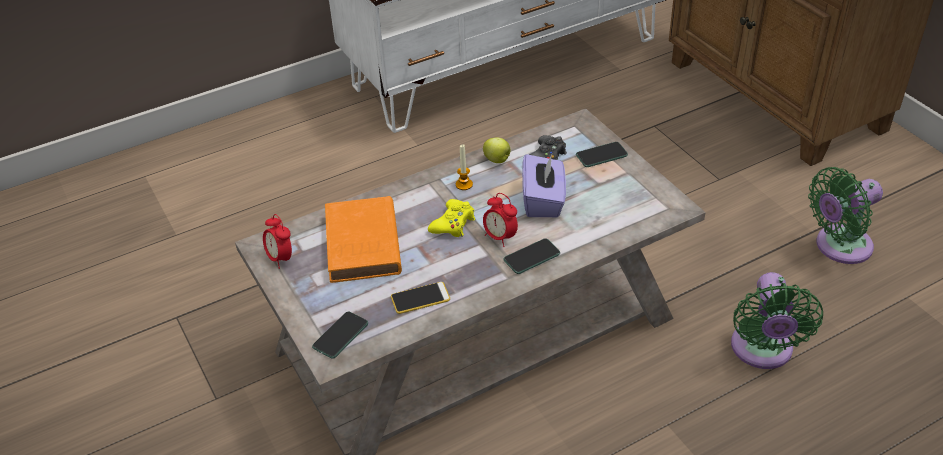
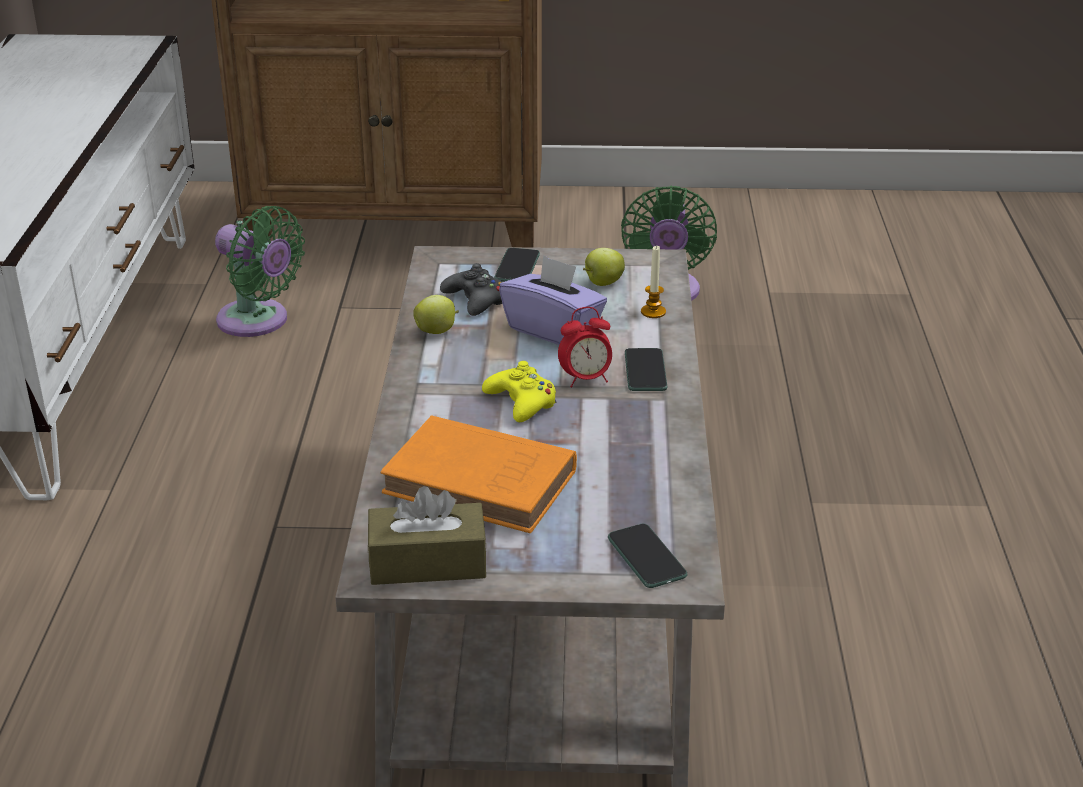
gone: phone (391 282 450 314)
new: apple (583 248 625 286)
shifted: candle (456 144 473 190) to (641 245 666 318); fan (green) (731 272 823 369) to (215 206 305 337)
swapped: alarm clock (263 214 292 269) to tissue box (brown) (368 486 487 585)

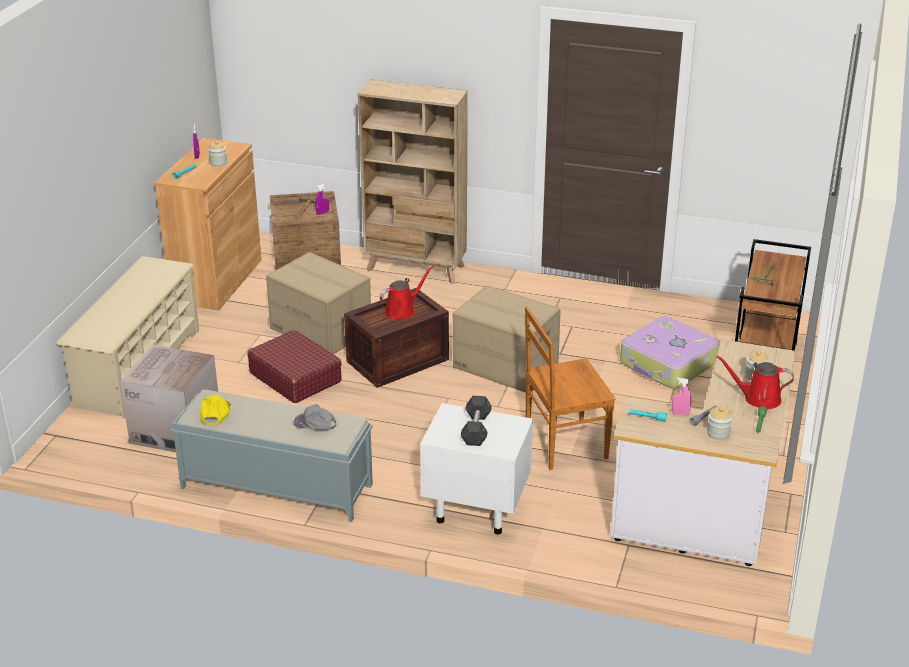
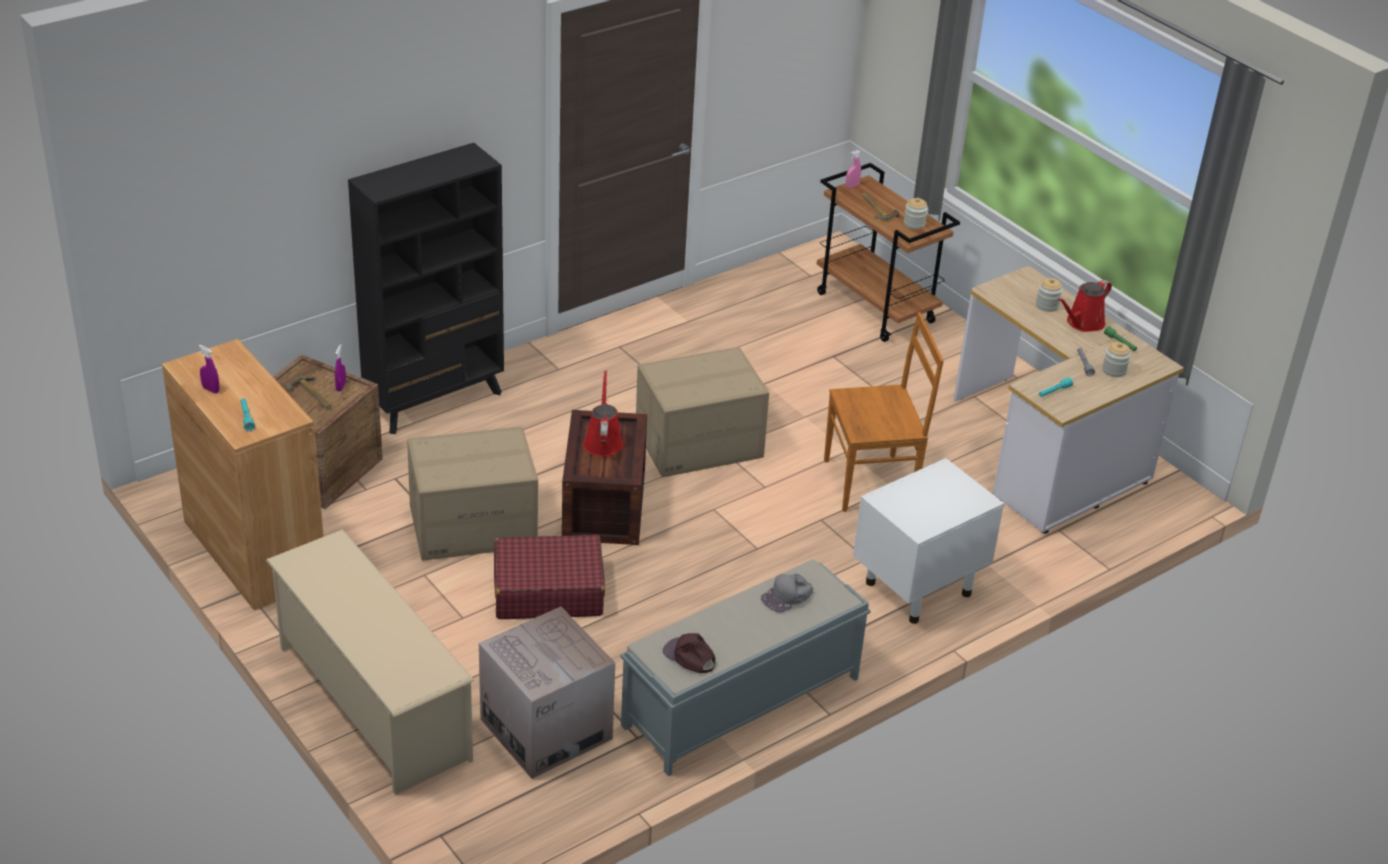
gone: dumbbell (grey) (461 396 492 446); suitcase (620 316 719 389)
shifted: jar (208 141 227 167) to (904 198 928 229); spray bottle (pink) (672 377 691 416) to (845 150 861 188)
repainted: cap (yellow) (200 395 231 425) to cap (brown) (663 633 715 673); bookcase (beige) (358 79 468 284) to bookcase (black) (348 143 504 434)
rotated: chair (brown) (525 306 615 470) = (824 312 944 512) 120 degrees counterclockwise

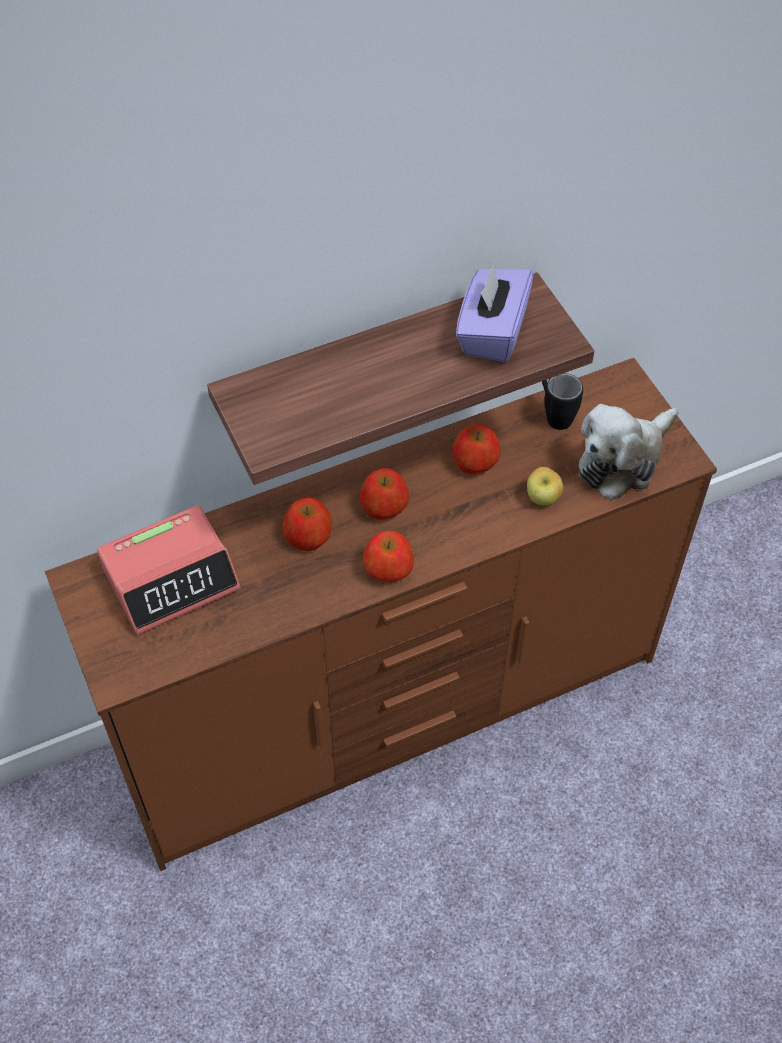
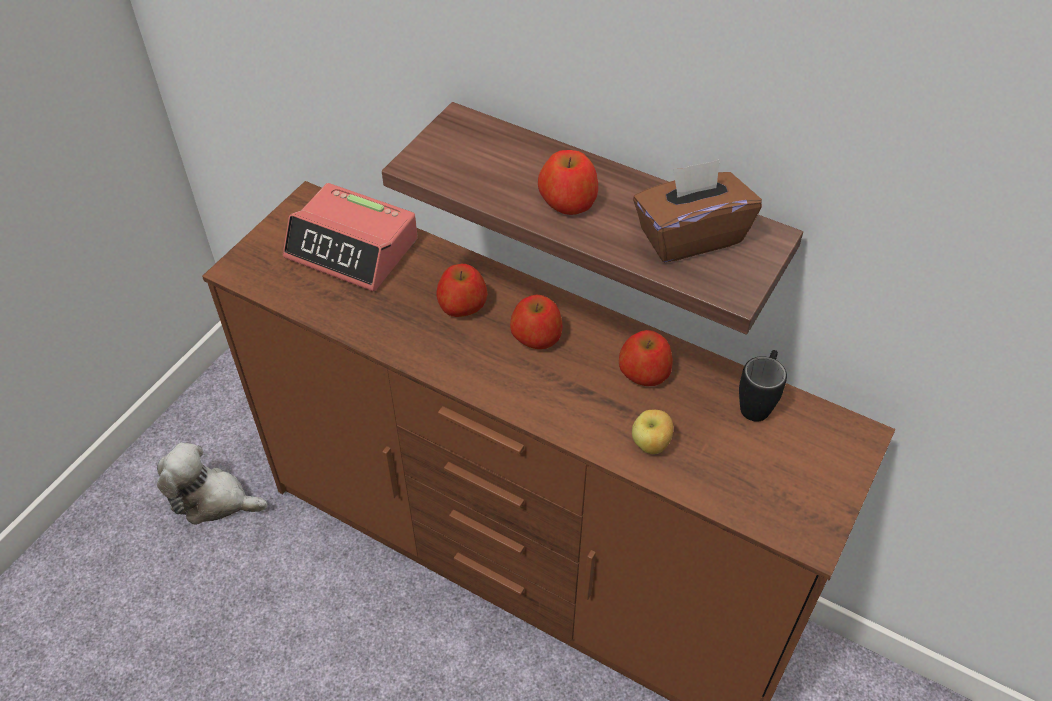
shifted: apple (363 531 414 582) to (538 150 598 215); plush toy (579 404 678 500) to (157 443 268 525)
repainted: tissue box (purple) (456 265 534 362) to tissue box (brown) (633 159 762 262)

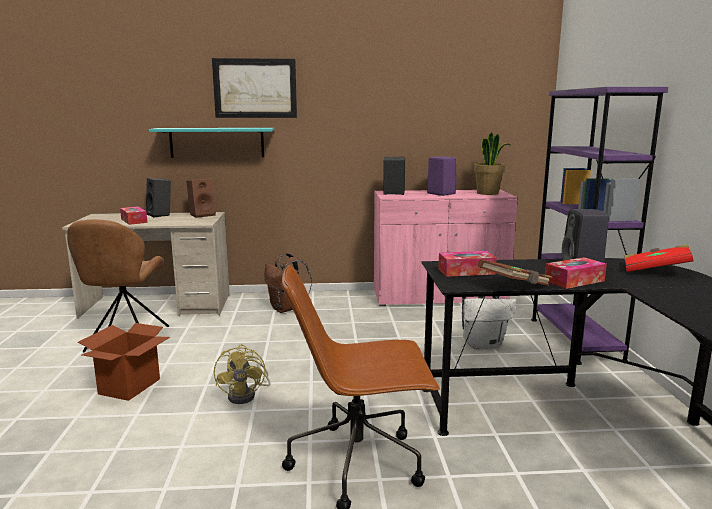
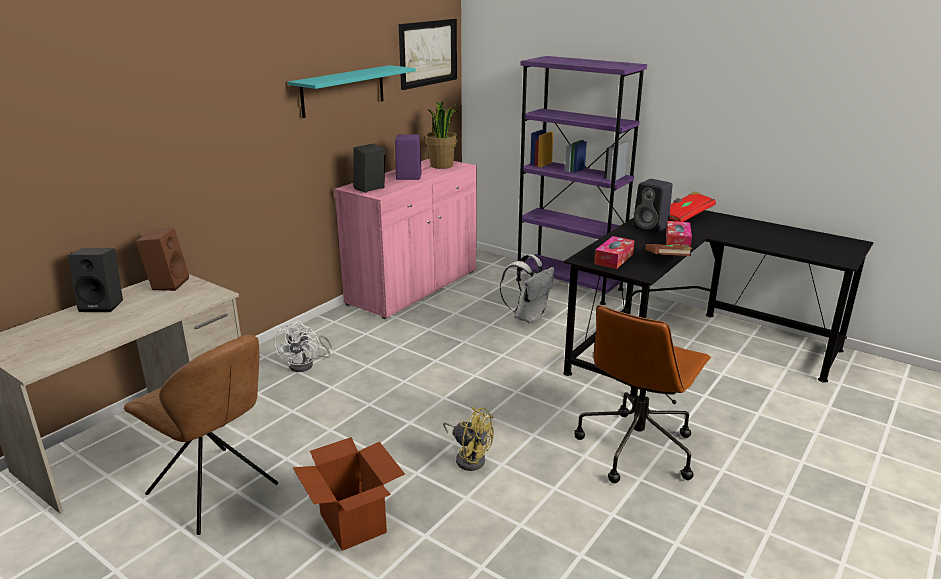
gone: tissue box (120 206 148 225)
shifted: shelf (turquoise) (149 128 274 158) to (288 65 416 118); picture (212 58 297 118) to (399 19 457 90)
swapped: backpack (brown) (265 253 312 313) to fan (white) (274 321 332 372)

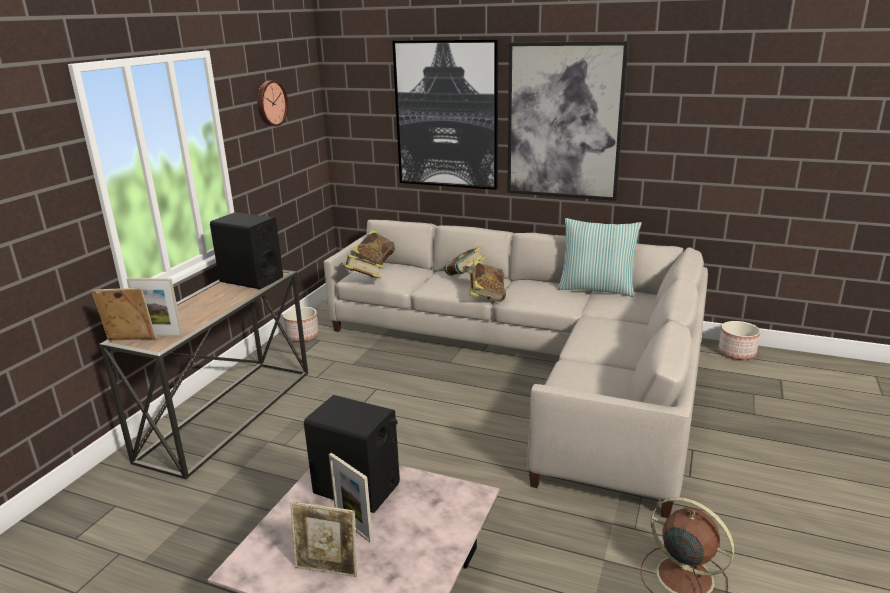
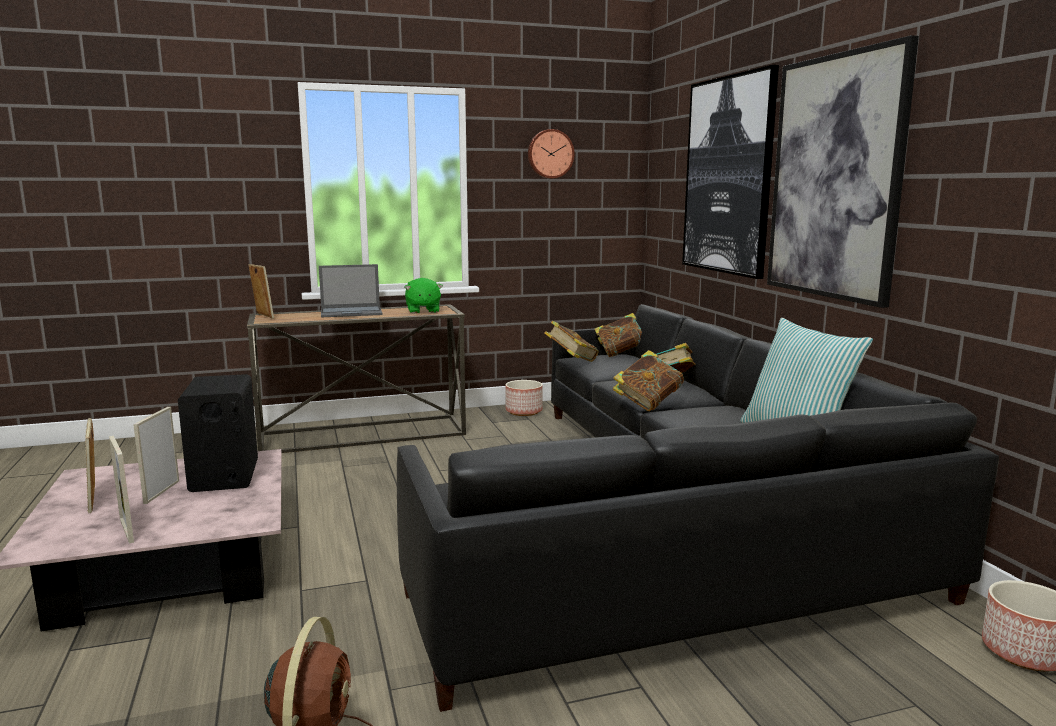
new: laptop (319 264 383 318)
shifted: picture frame (126 278 183 336) to (109 436 134 544)
swapped: speaker (black) (210 212 283 289) to plush toy (green) (405 278 443 314)
repainted: sofa (beige) (324 220 708 518) to sofa (black) (397 304 999 712)

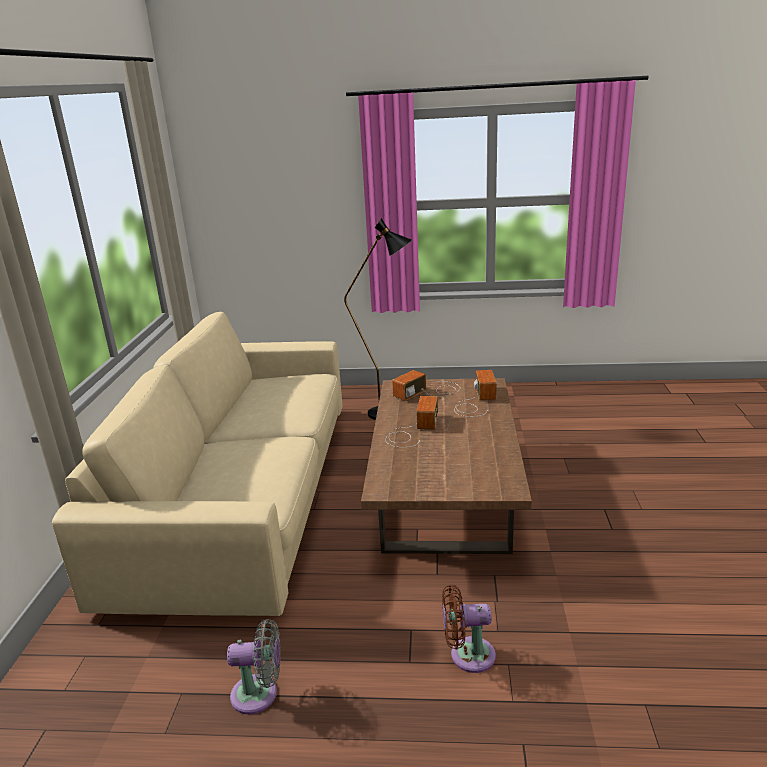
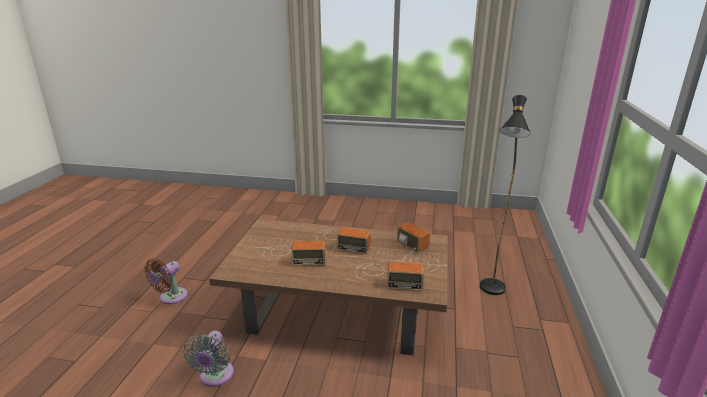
gone: sofa (beige) (52 312 342 616)
new: radio (264 241 325 266)
shifted: fan (grey) (227 619 281 714) to (183 331 234 387)
rotated: fan (brown) (442 585 496 673) = (144 258 188 304) 150 degrees counterclockwise

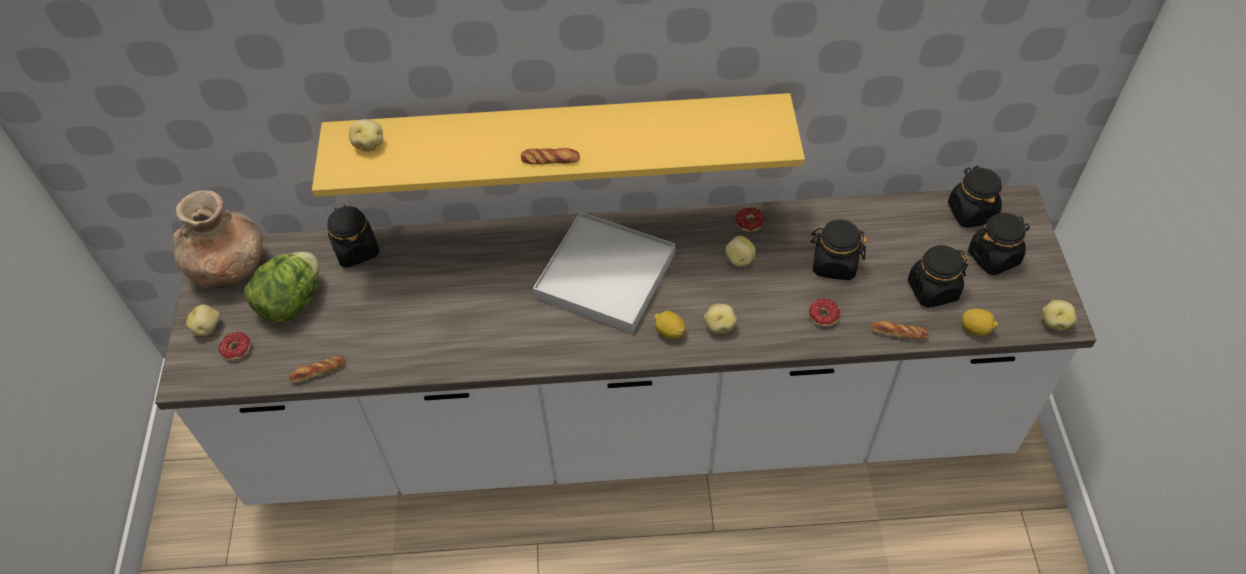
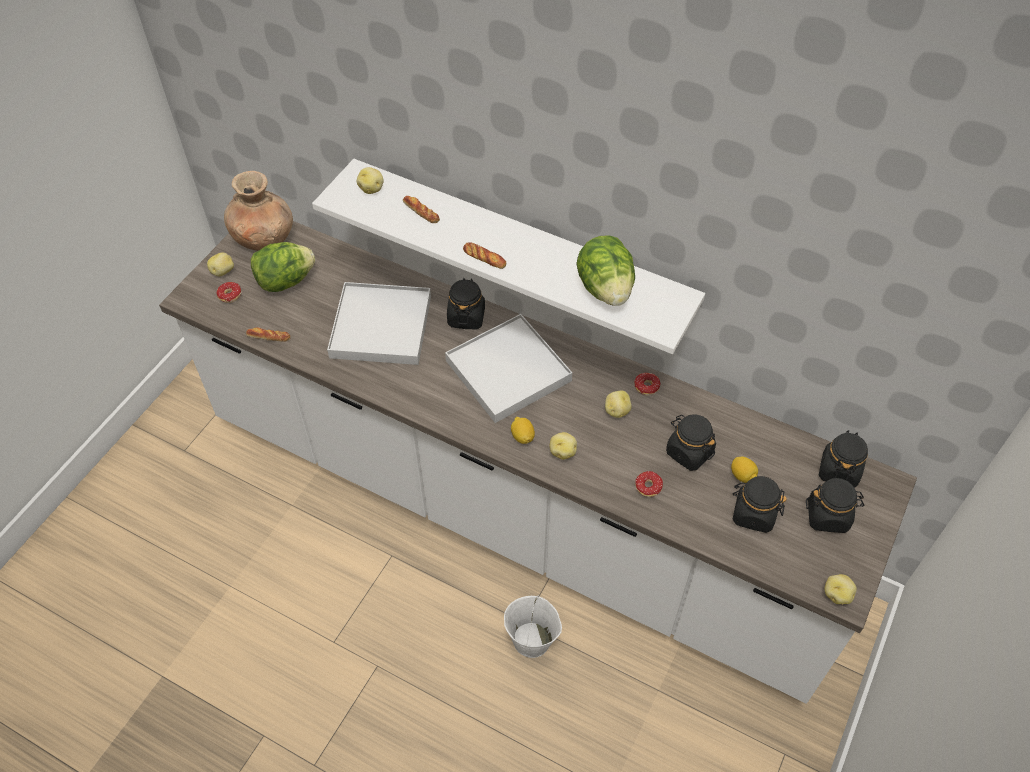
new: tray (white) (327 282 431 365); bucket (white) (504 596 562 658); lettuce (576 236 635 306)
shifted: jar (black) (327 205 380 268) to (447 278 485 330); bread (871 321 929 340) to (403 196 440 223); lemon (962 308 998 336) to (731 457 758 483)
repainted: shelf (yellow) (312 93 805 197) to shelf (white) (312 159 705 354)

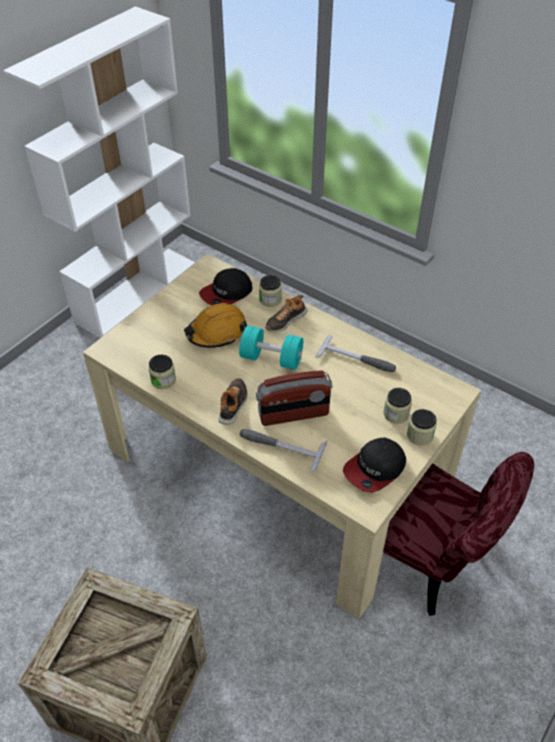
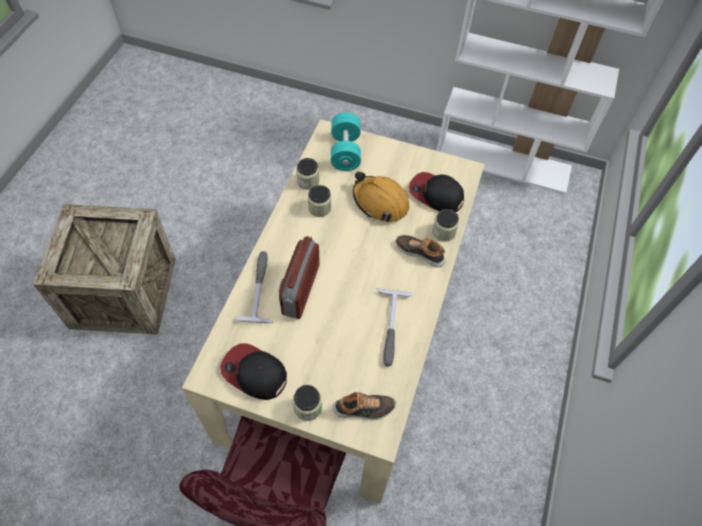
shifted: shoe (219 378 248 425) to (333 392 396 420); dumbbell (turquoise) (239 326 303 370) to (331 112 361 171); jar (383 388 412 424) to (308 185 331 217)
rotated: radio (256 370 332 426) = (279 236 320 319) 45 degrees clockwise

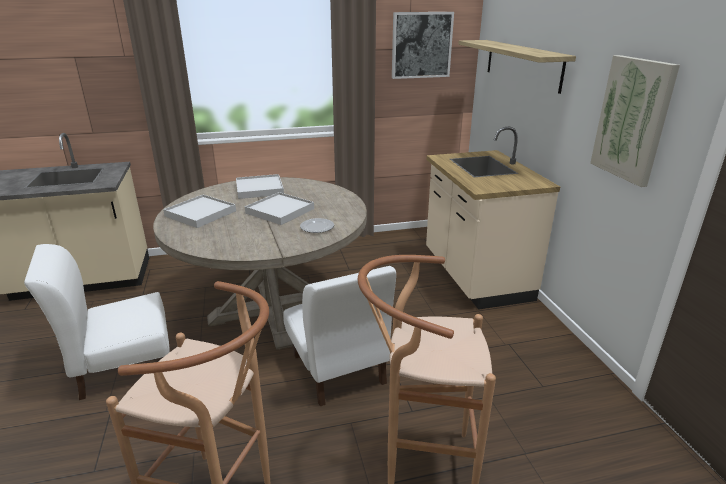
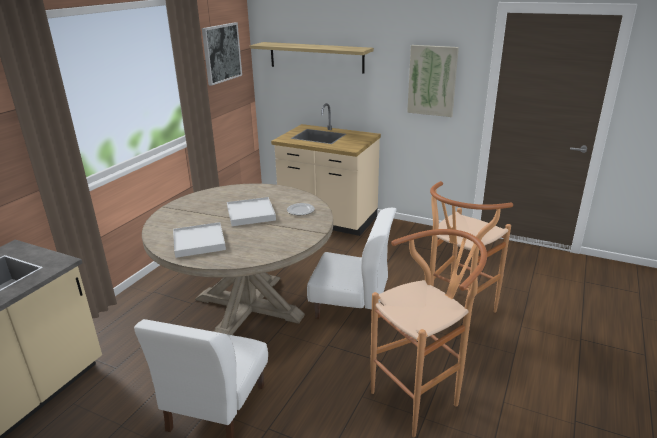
gone: tray (white) (236 174 284 199)

